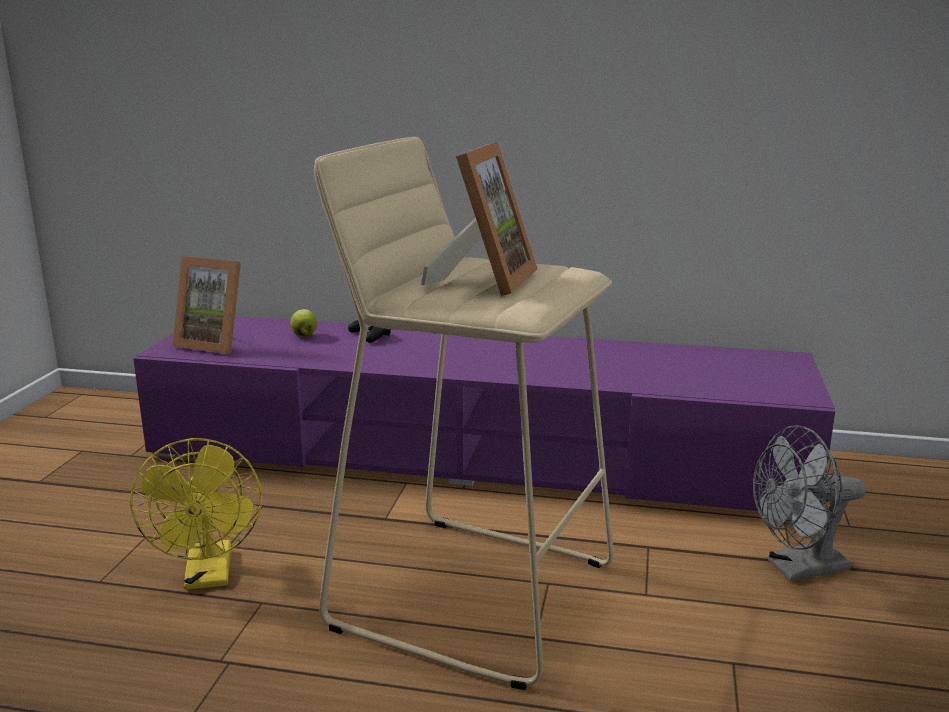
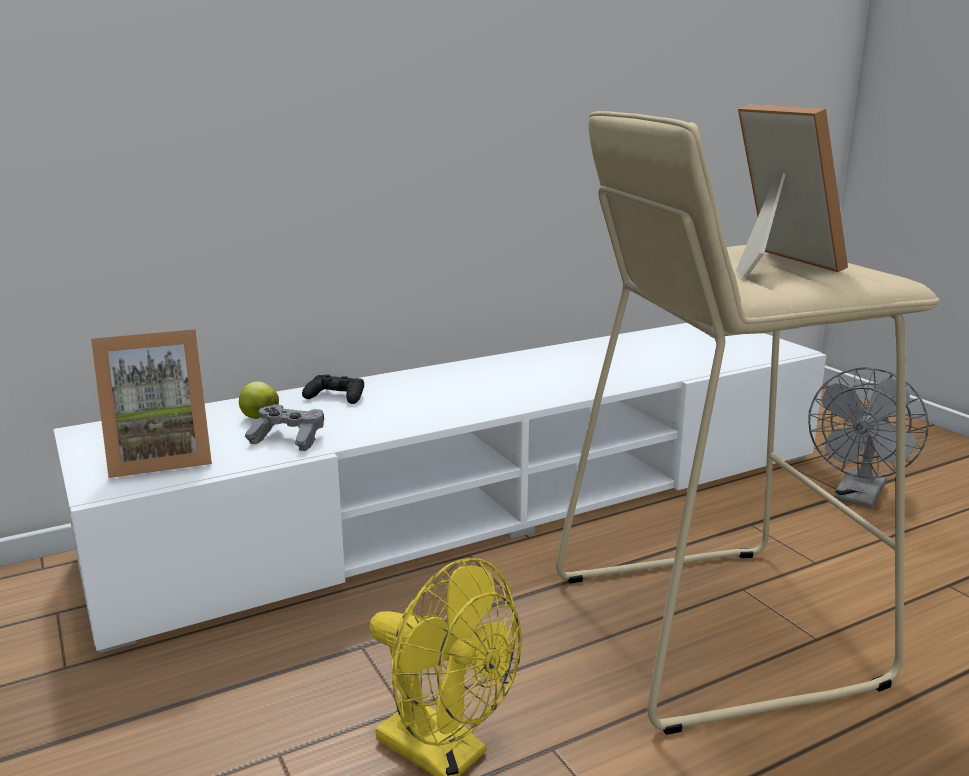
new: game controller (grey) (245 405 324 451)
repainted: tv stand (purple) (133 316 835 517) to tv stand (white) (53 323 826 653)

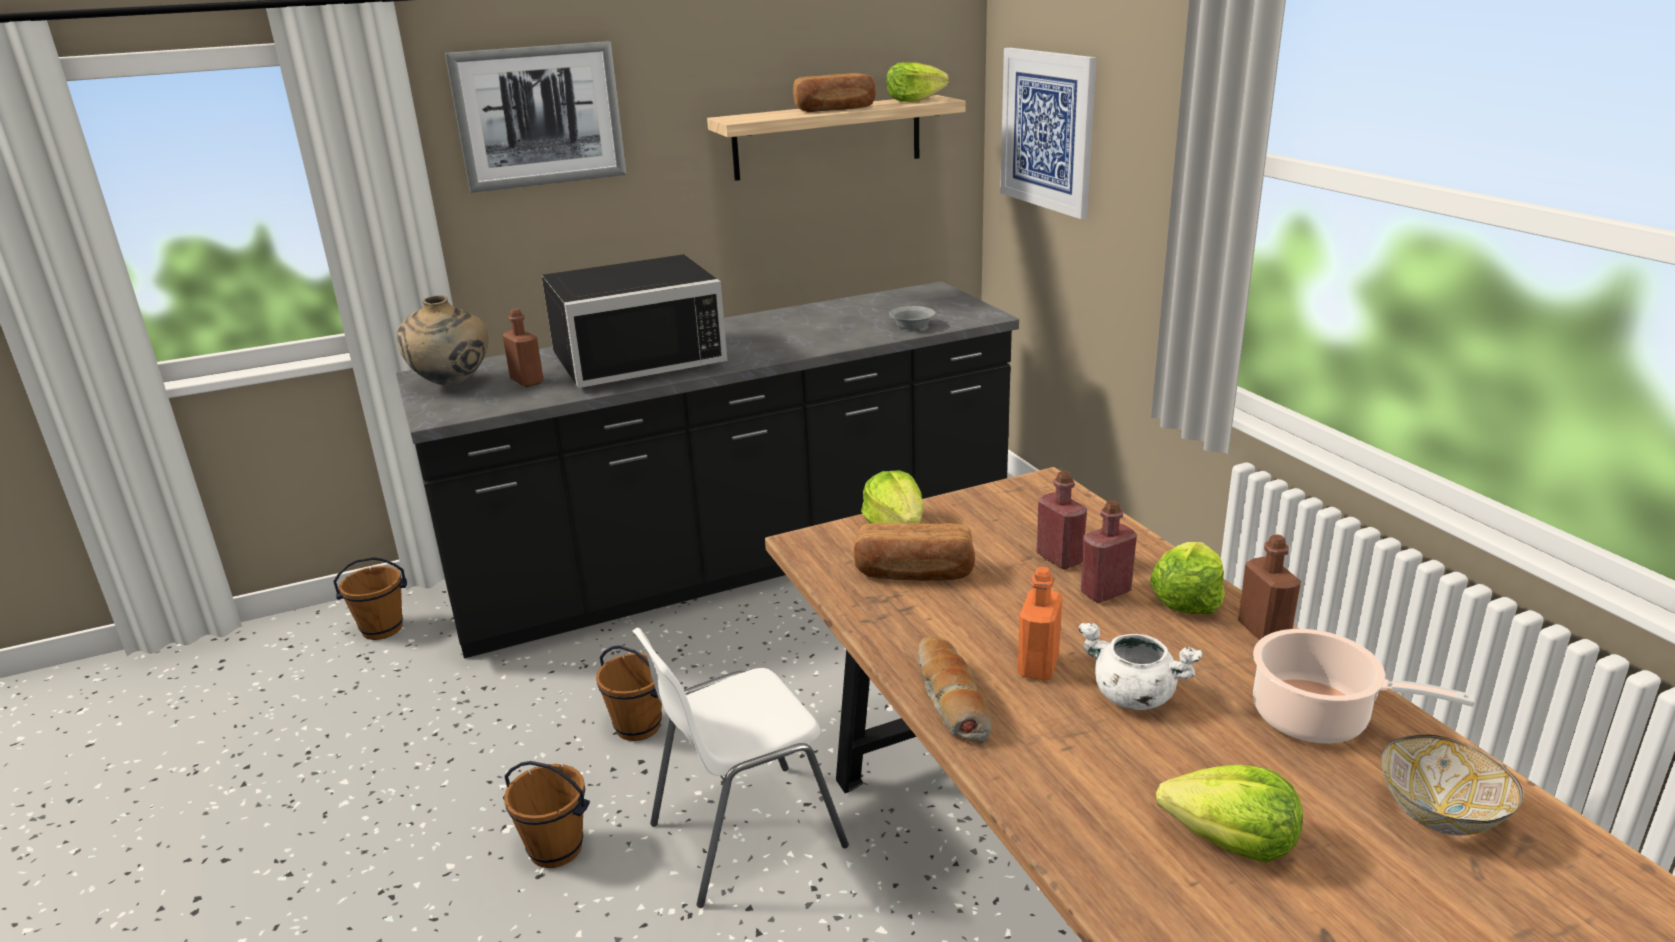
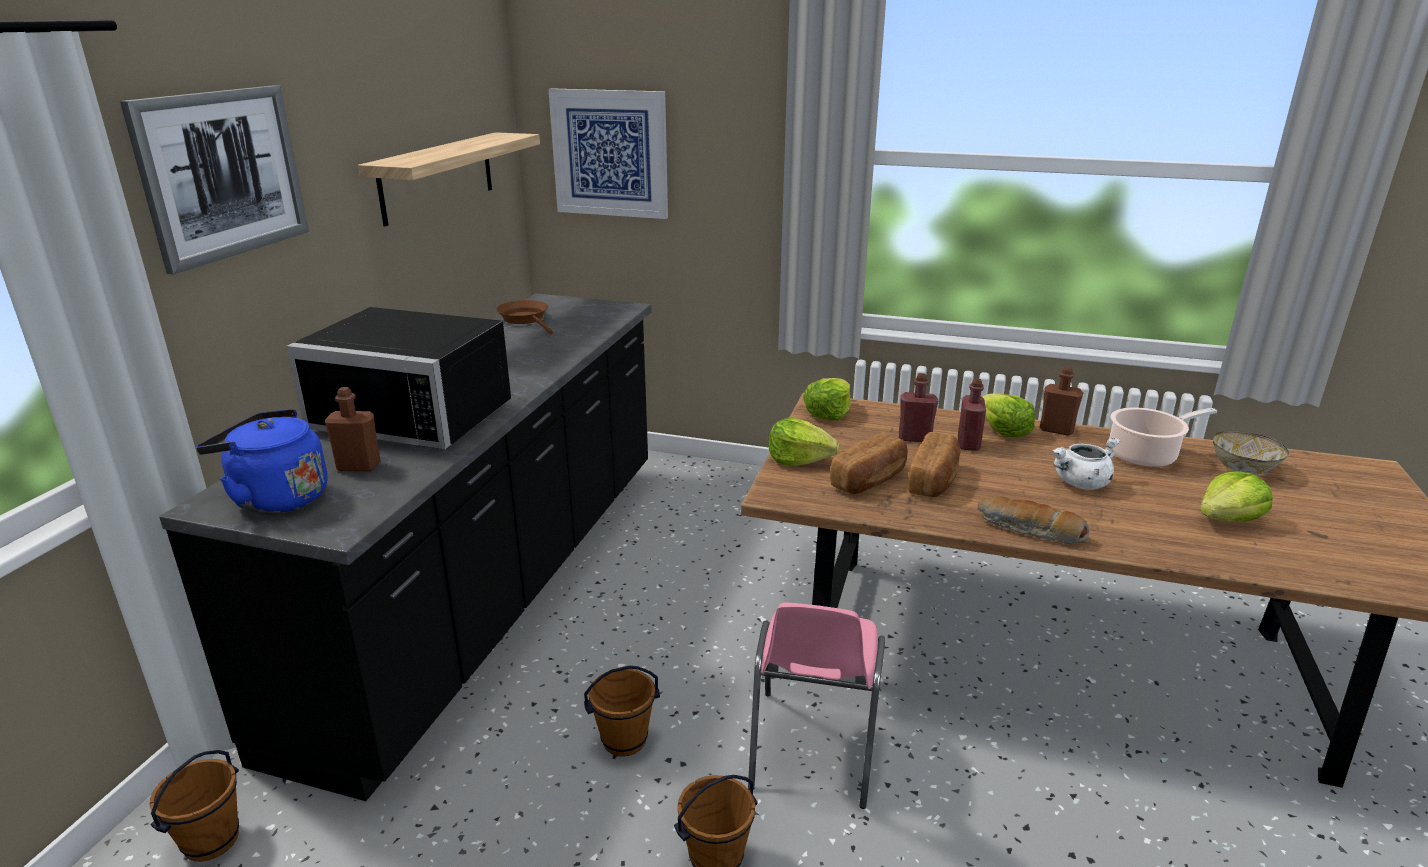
gone: bowl (grey) (889 306 935 330); bottle (orange) (1018 567 1062 681)
new: frying pan (brown) (496 300 553 334)
shifted: bread (793 73 876 112) to (908 432 960 498); lettuce (886 62 949 102) to (803 378 851 421)
swapped: vase (beige) (397 296 488 386) to kettle (blue) (196 409 327 515)
repainted: chair (white) (632 628 849 908) to chair (pink) (748 602 885 809)
rotated: microwave (black) (542 254 728 388) = (286 307 511 449) 90 degrees clockwise

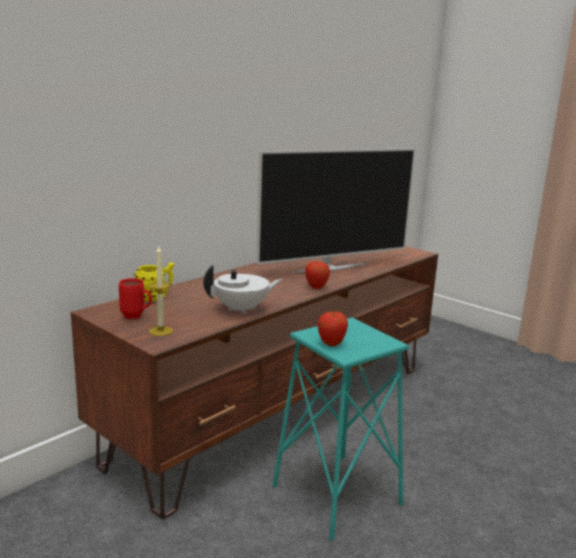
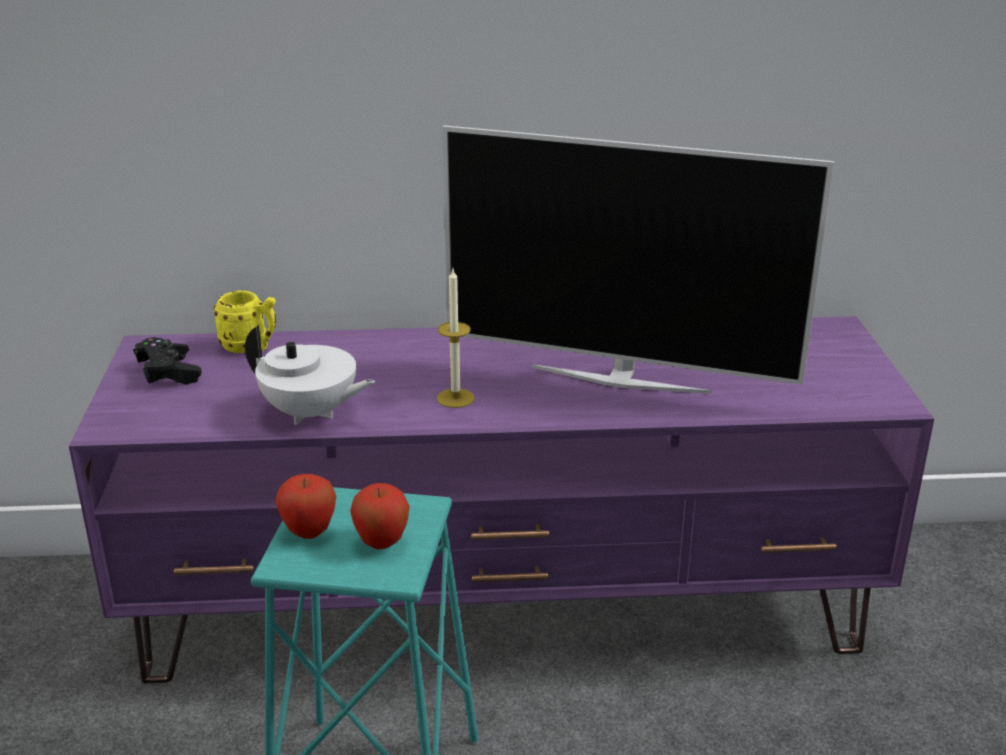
shifted: candle (149 246 173 336) to (437 269 474 408); apple (305 261 330 289) to (350 483 410 549)
swapped: mug (red) (119 278 152 319) to game controller (black) (133 337 202 384)
repainted: tv stand (brown) (71 246 438 519) to tv stand (purple) (69 316 934 683)

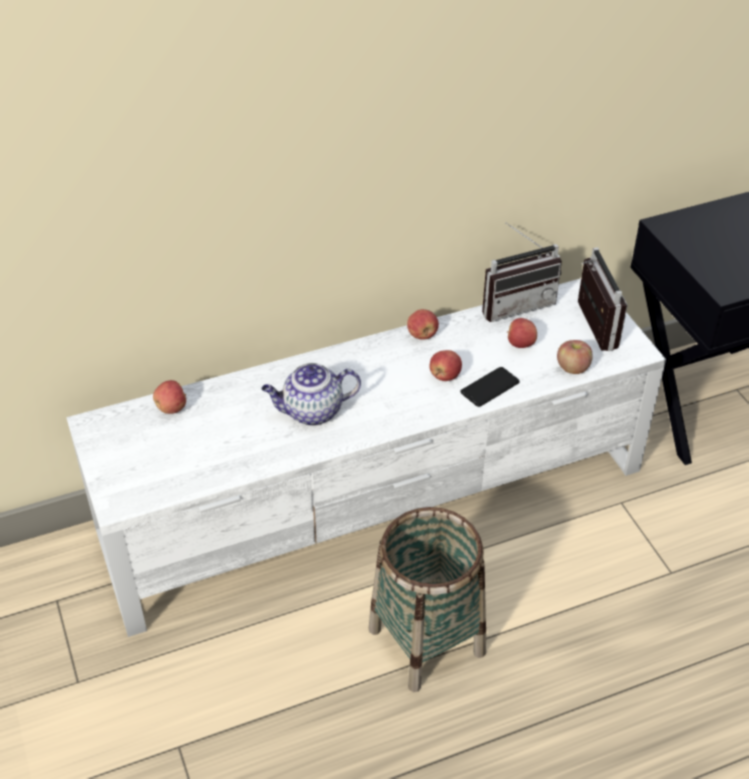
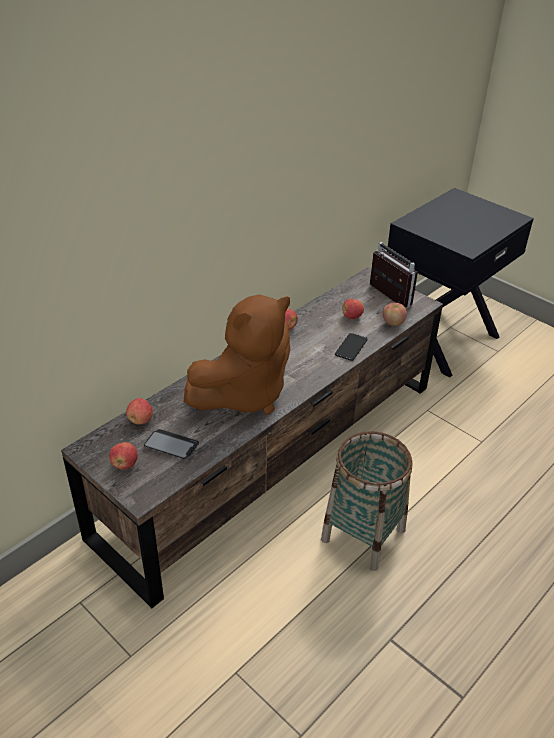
gone: radio (482 222 562 322)
new: phone (144 429 199 459)
shifted: apple (429 350 462 381) to (109 442 138 470)
swapped: teapot (261 363 361 426) to plush toy (brown) (184 294 290 415)
repainted: tv stand (white) (66 278 666 637) to tv stand (brown) (61 267 443 608)

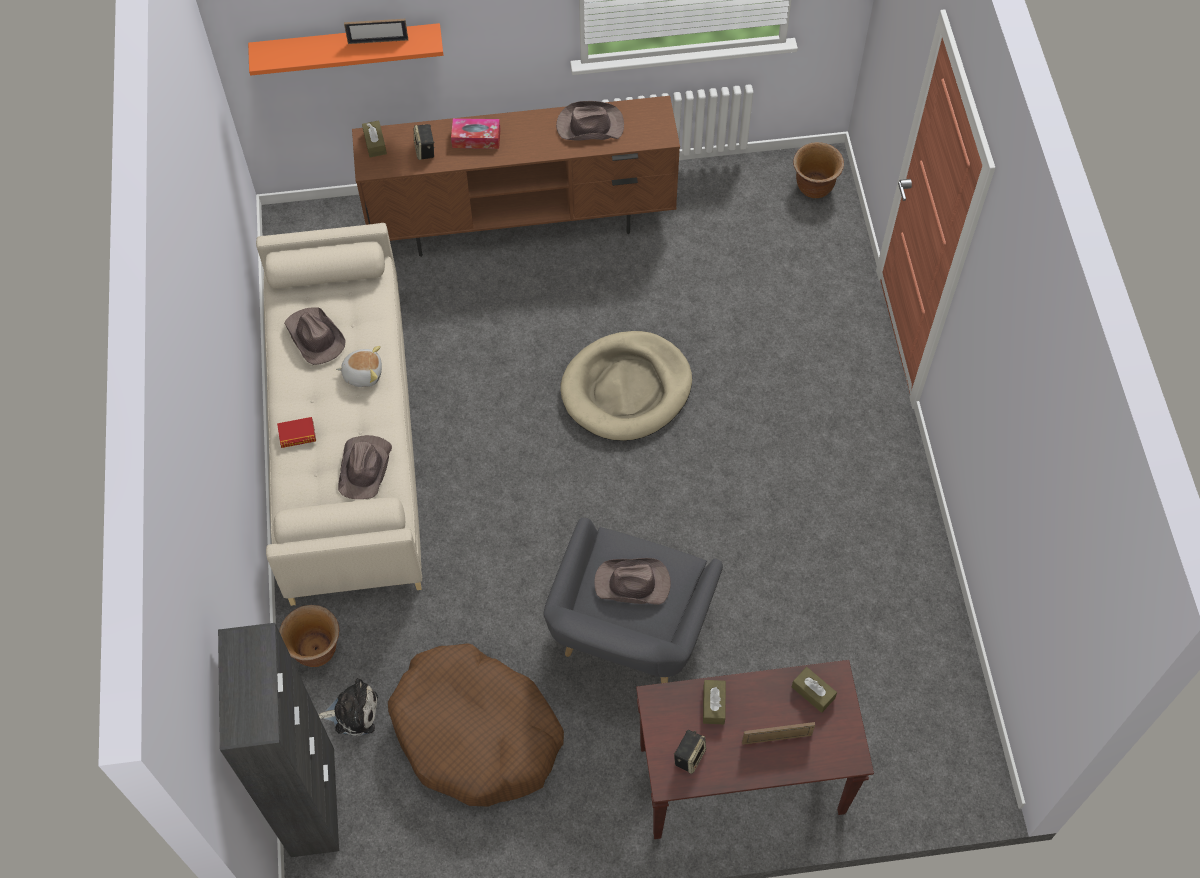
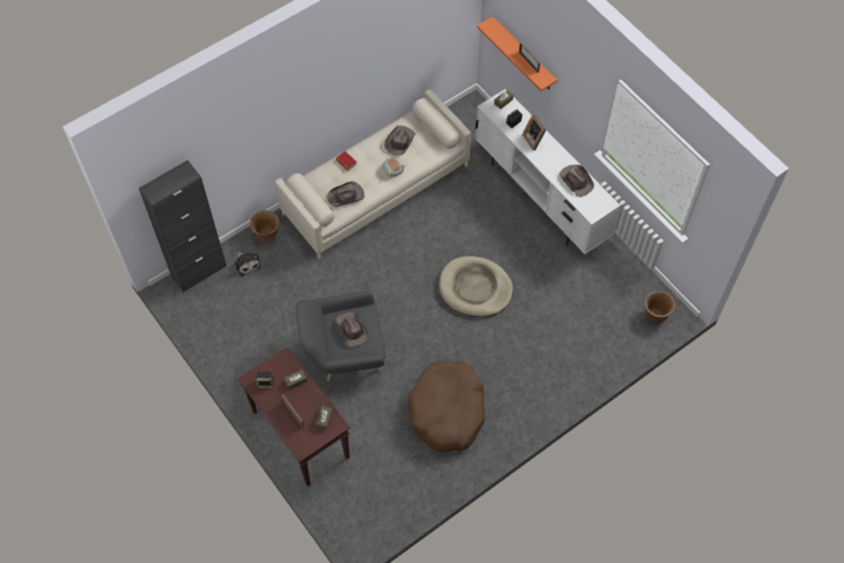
shifted: dog bed (brown) (388 643 564 806) to (407 361 485 452)
swapped: tissue box (451 118 501 149) to picture frame (523 114 547 151)
repainted: tv stand (brown) (352 96 680 257) to tv stand (white) (475 89 621 254)

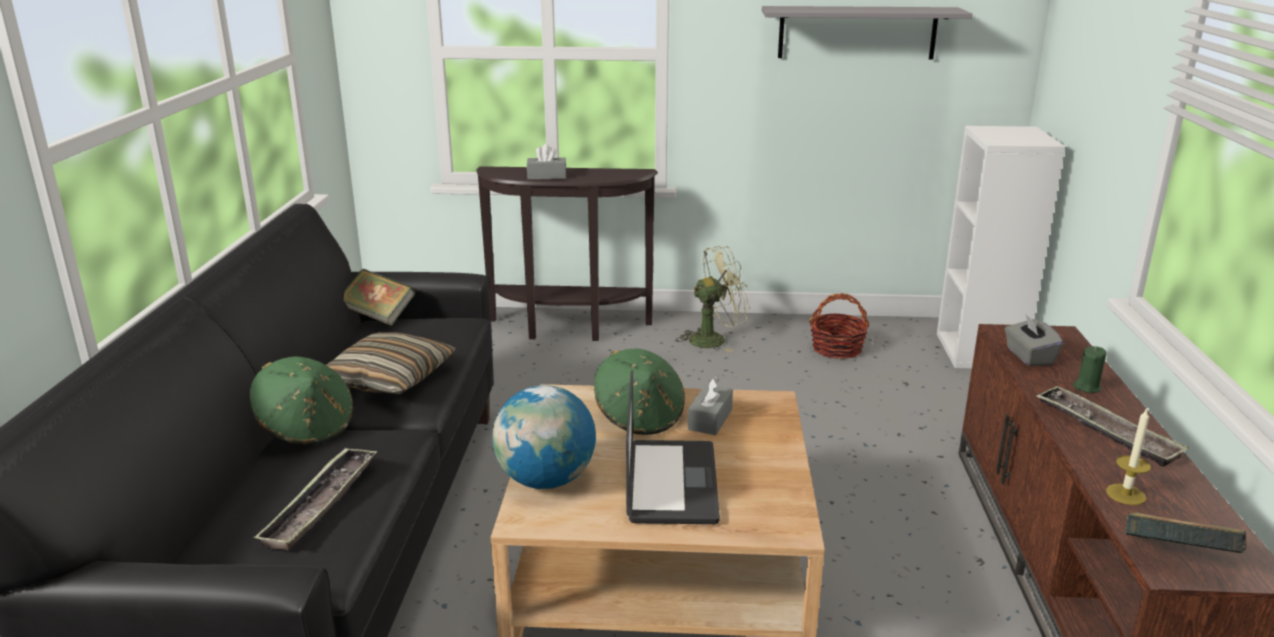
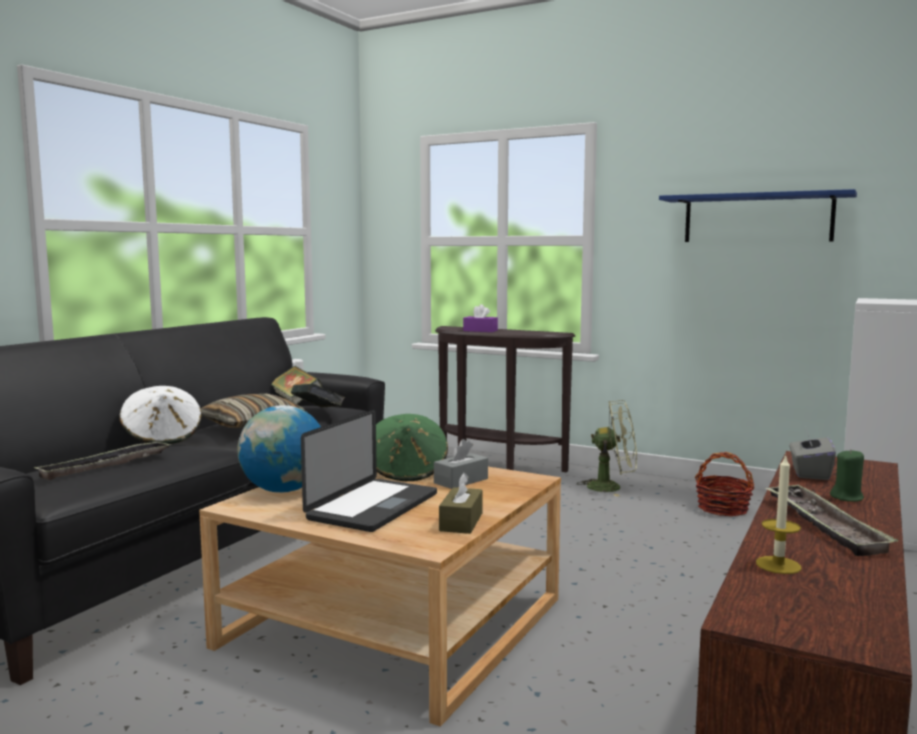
new: tissue box (brown) (439 473 482 534)
shifted: book (1126 513 1246 553) to (291 384 345 407)
repainted: hat (green) (249 356 353 445) to hat (white) (119 386 202 444); tissue box (grey) (527 144 566 180) to tissue box (purple) (463 304 498 332); shelf (grey) (762 6 973 60) to shelf (blue) (659 189 857 242)

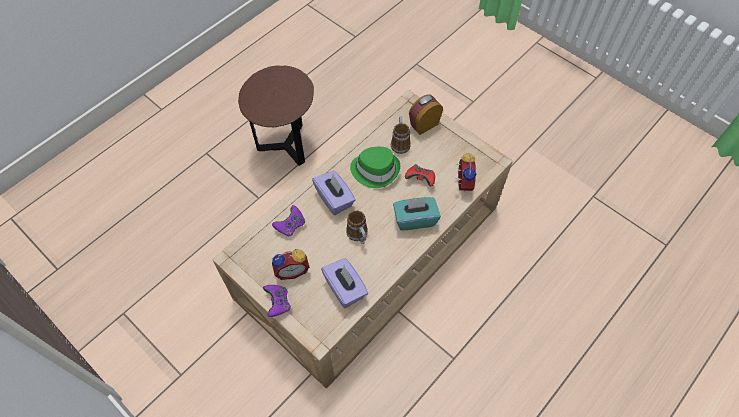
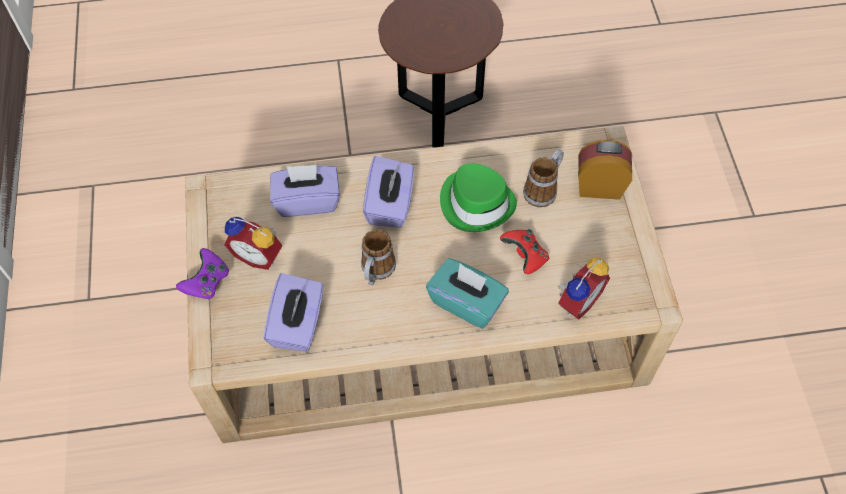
swapped: game controller (purple) (272 205 305 236) to tissue box (purple) (270 165 340 217)

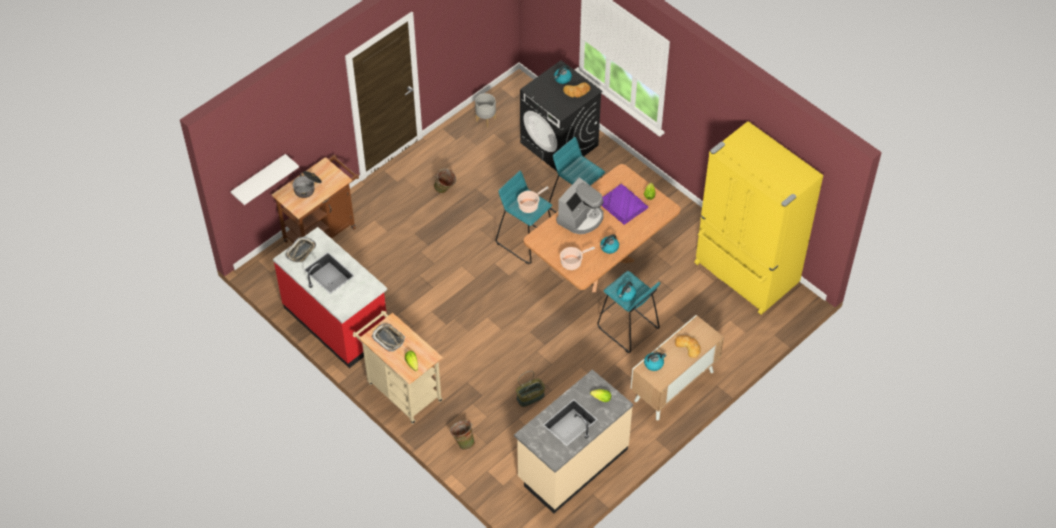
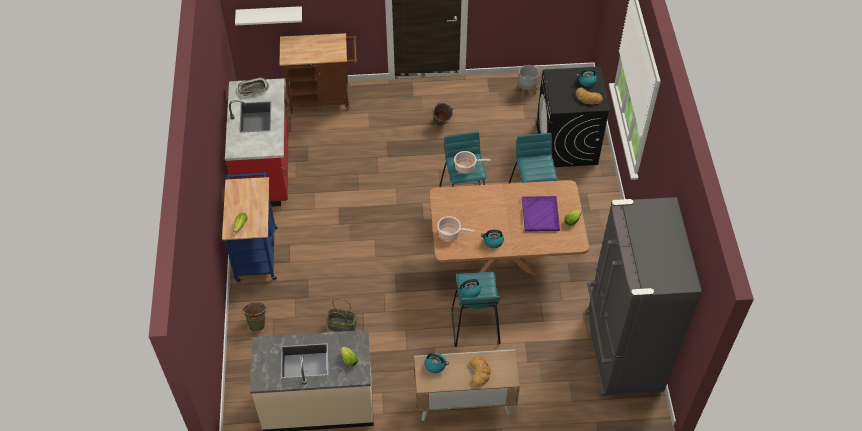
gone: cooking pot (292 171 322 198); tray (372 323 405 352); coffee machine (556 177 604 234)
repainted: cart (beige) (353 311 443 424) to cart (blue) (222 171 278 282); fridge (yellow) (694 121 823 315) to fridge (grey) (585 197 702 396)

